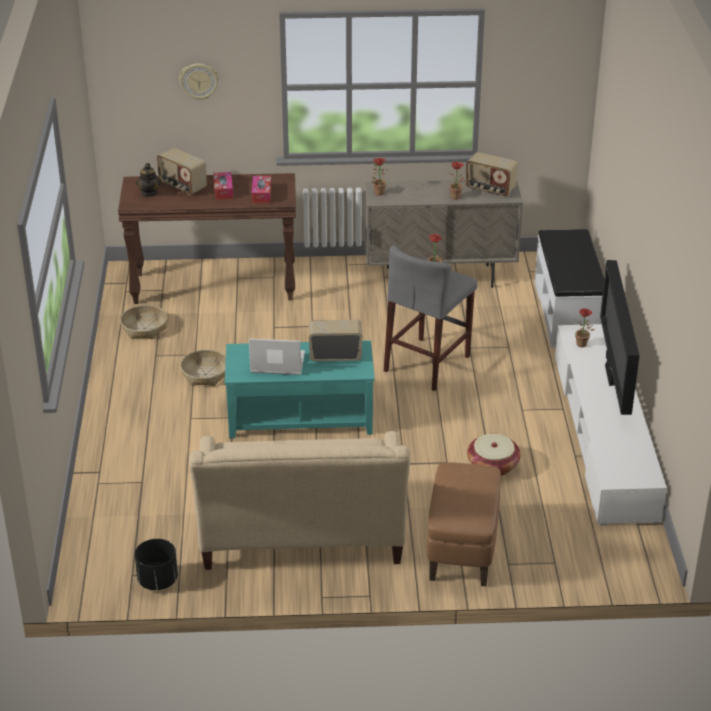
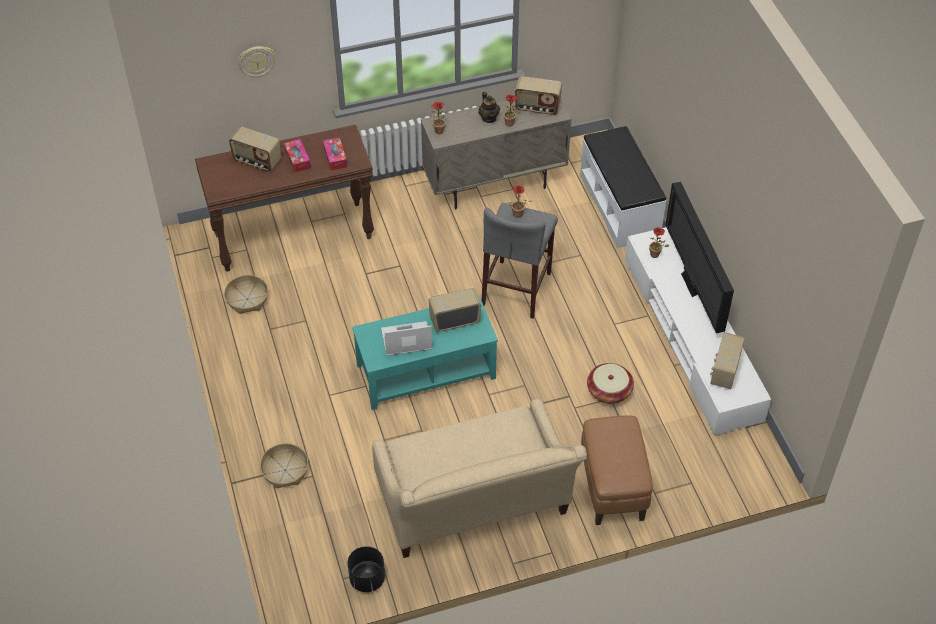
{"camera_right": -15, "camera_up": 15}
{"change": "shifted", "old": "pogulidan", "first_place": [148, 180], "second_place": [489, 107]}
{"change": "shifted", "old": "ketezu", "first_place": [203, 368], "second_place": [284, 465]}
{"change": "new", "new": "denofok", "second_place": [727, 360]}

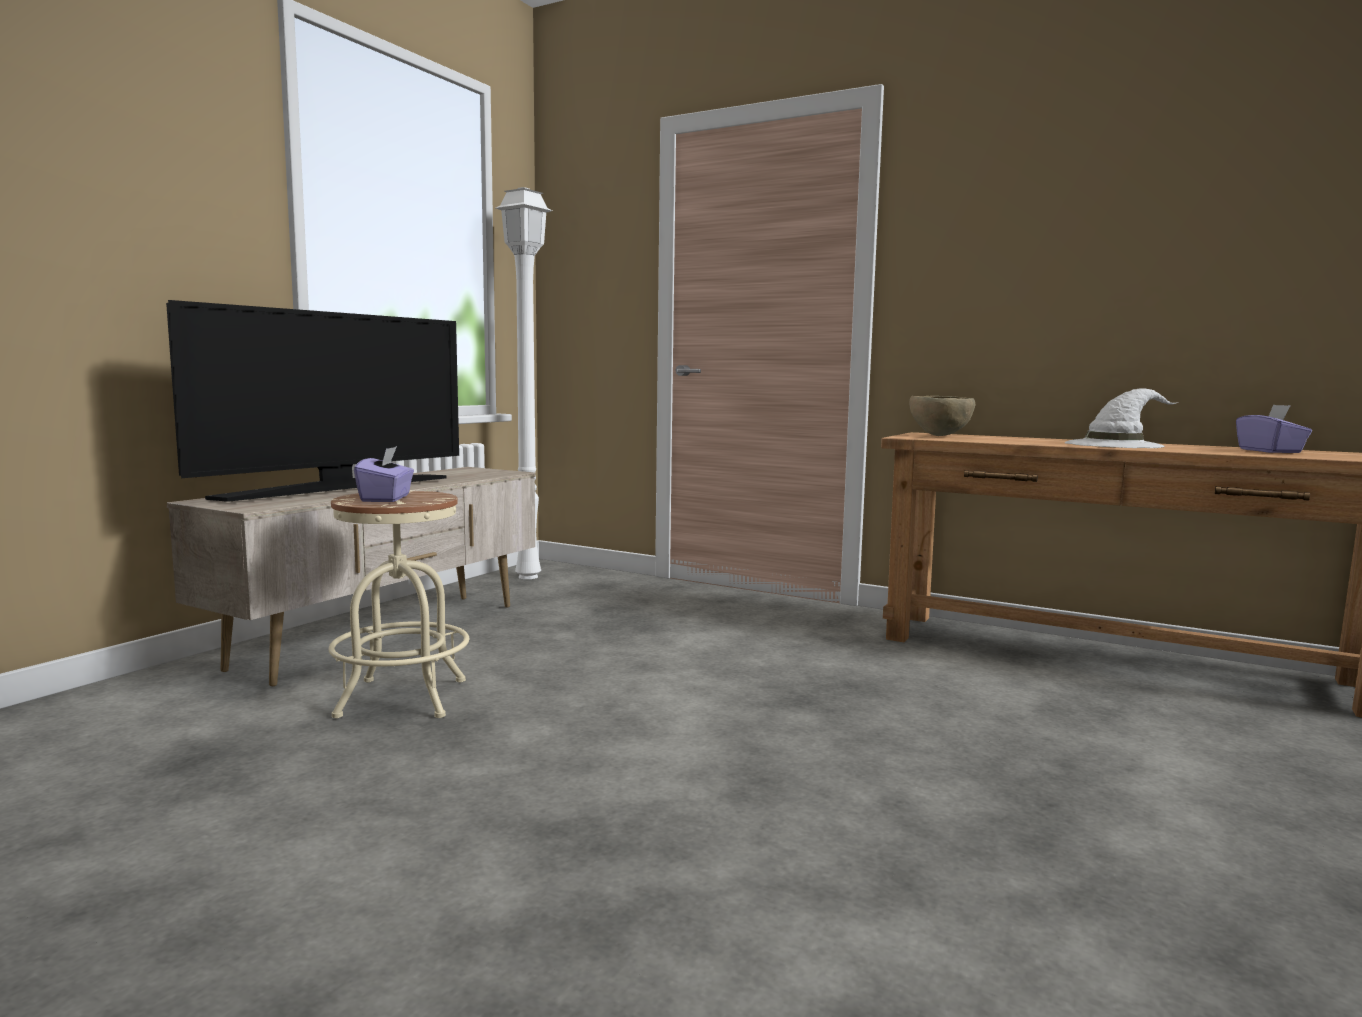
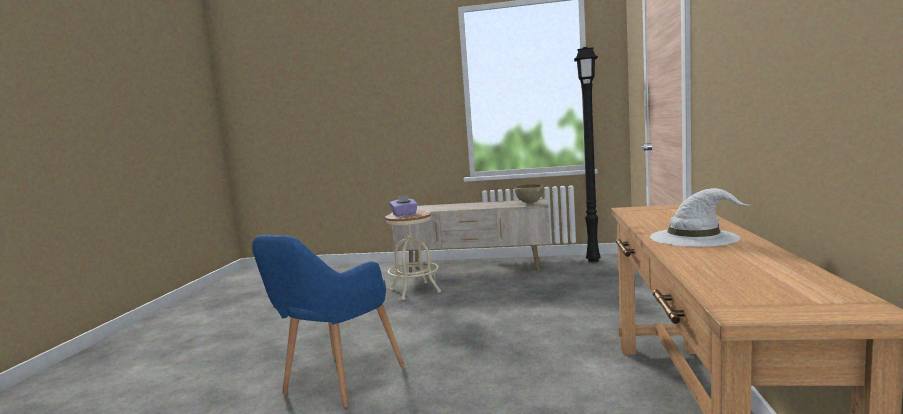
{"camera_right": 70, "camera_up": 0}
{"change": "gone", "old": "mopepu", "first_place": [312, 401]}
{"change": "repainted", "old": "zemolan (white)", "new": "zemolan (black)", "first_place": [524, 383], "second_place": [587, 154]}
{"change": "shifted", "old": "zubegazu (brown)", "first_place": [942, 416], "second_place": [529, 194]}
{"change": "gone", "old": "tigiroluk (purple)", "first_place": [1274, 429]}
{"change": "new", "new": "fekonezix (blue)", "second_place": [328, 321]}

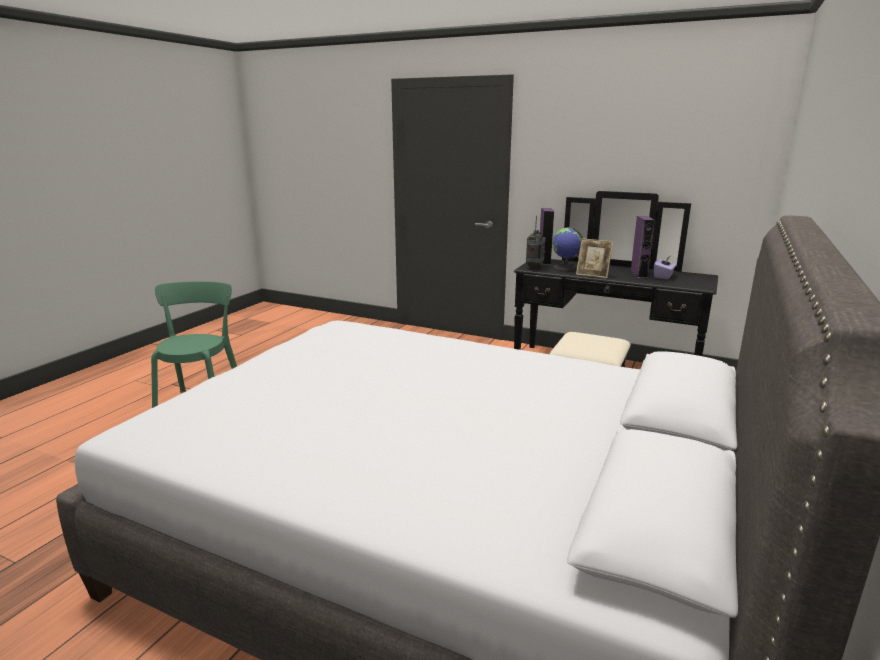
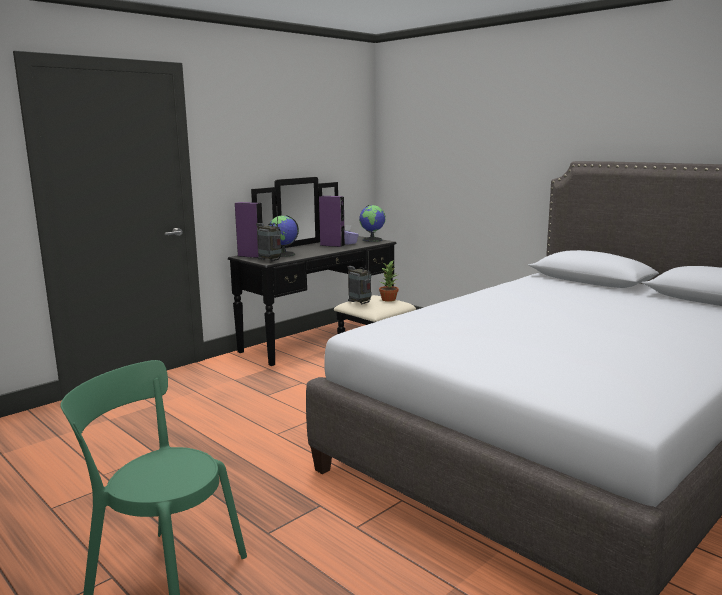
{"camera_right": -70, "camera_up": -5}
{"change": "gone", "old": "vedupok", "first_place": [594, 258]}
{"change": "new", "new": "denofok", "second_place": [359, 278]}
{"change": "new", "new": "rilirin", "second_place": [372, 223]}
{"change": "new", "new": "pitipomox", "second_place": [389, 281]}

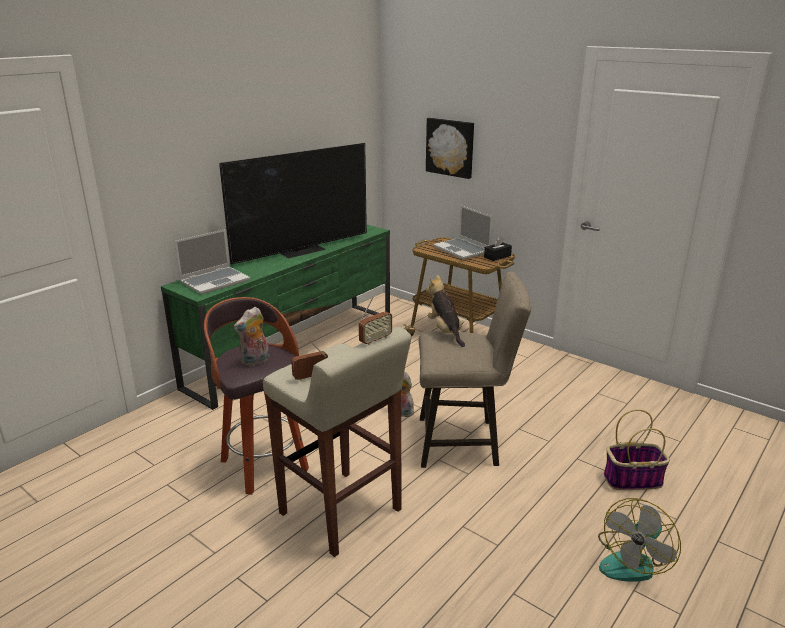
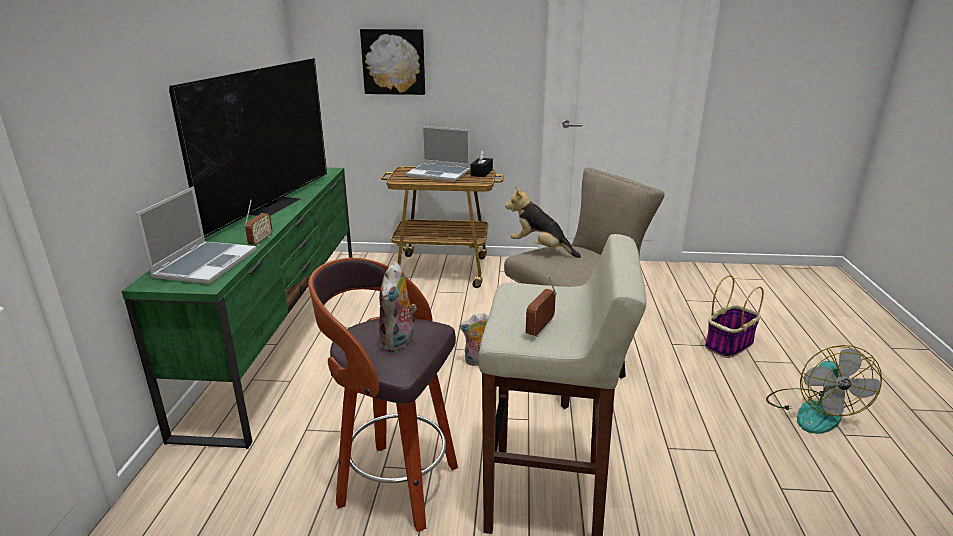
{"camera_right": -35, "camera_up": 0}
{"change": "shifted", "old": "denofok", "first_place": [375, 321], "second_place": [259, 223]}

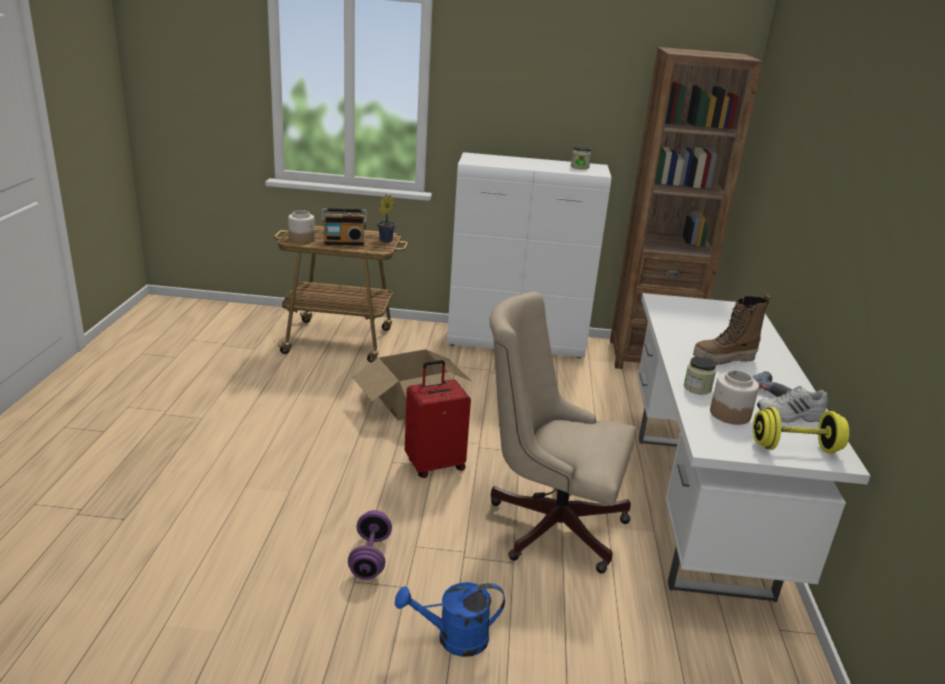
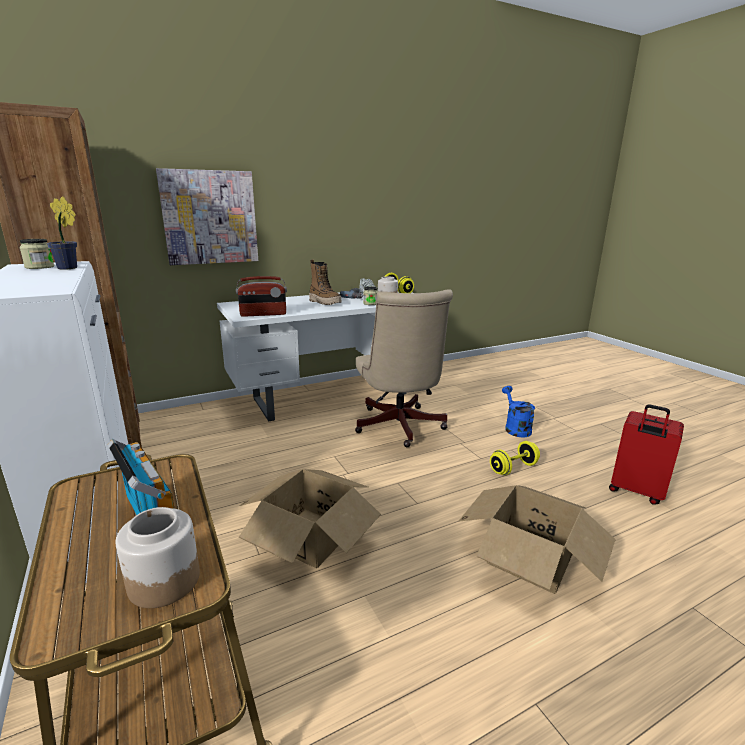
{"camera_right": -120, "camera_up": -5}
{"change": "repainted", "old": "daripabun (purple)", "new": "daripabun (yellow)", "first_place": [370, 545], "second_place": [515, 458]}
{"change": "shifted", "old": "pitipomox", "first_place": [386, 219], "second_place": [62, 233]}
{"change": "rotated", "old": "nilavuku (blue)", "first_place": [450, 619], "second_place": [518, 412], "degrees": -150}
{"change": "shifted", "old": "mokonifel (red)", "first_place": [438, 419], "second_place": [646, 454]}
{"change": "new", "new": "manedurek", "second_place": [207, 216]}
{"change": "new", "new": "denofok", "second_place": [261, 296]}
{"change": "new", "new": "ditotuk", "second_place": [537, 539]}

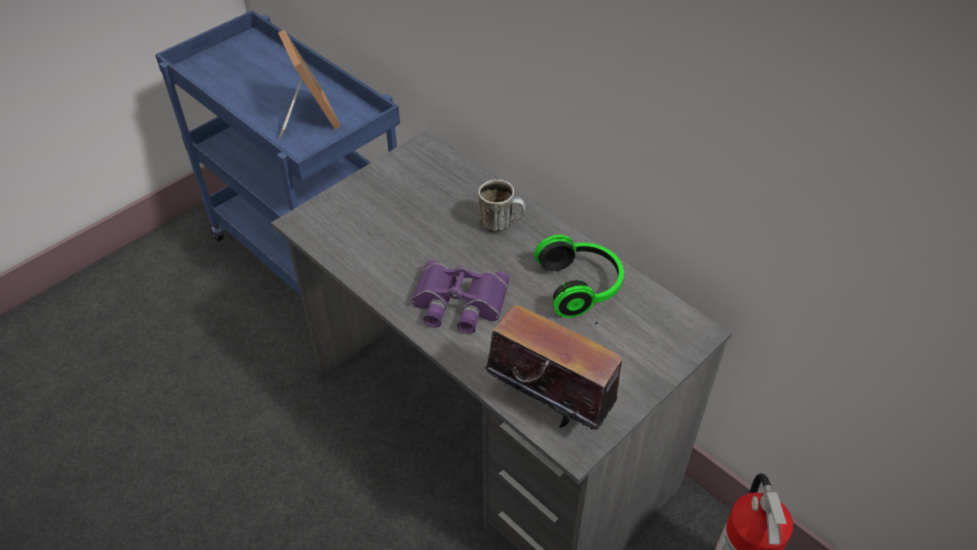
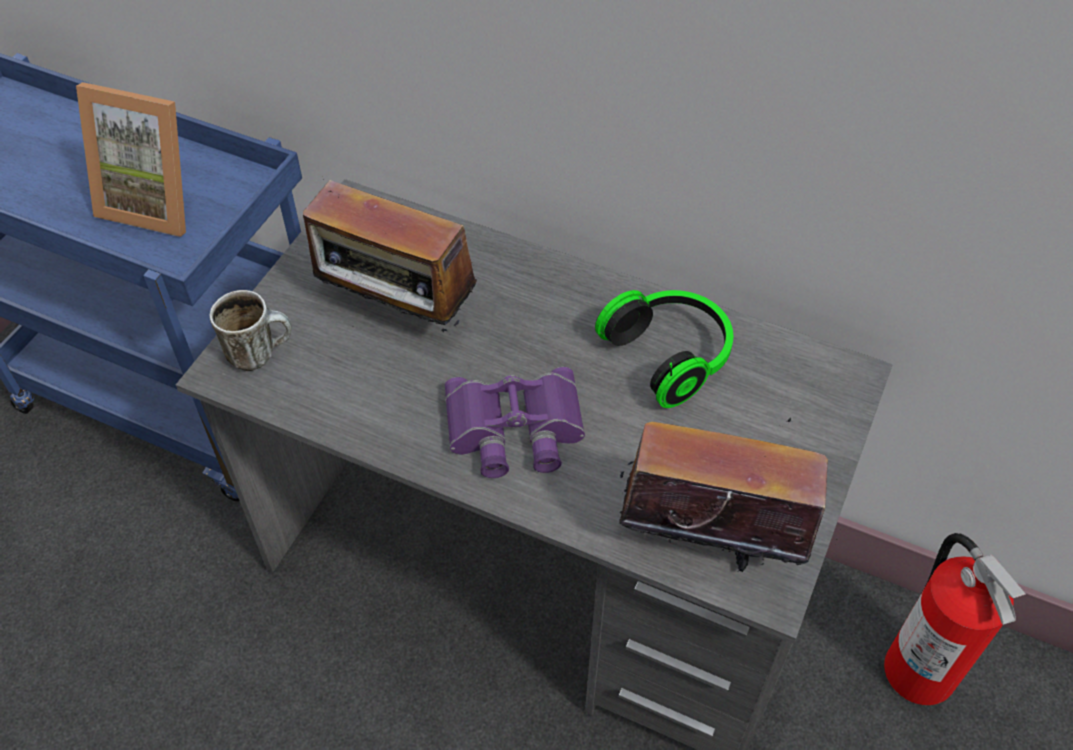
{"camera_right": -20, "camera_up": 5}
{"change": "rotated", "old": "vedupok", "first_place": [309, 84], "second_place": [131, 159], "degrees": 150}
{"change": "shifted", "old": "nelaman", "first_place": [502, 206], "second_place": [250, 330]}
{"change": "new", "new": "denofok", "second_place": [390, 255]}

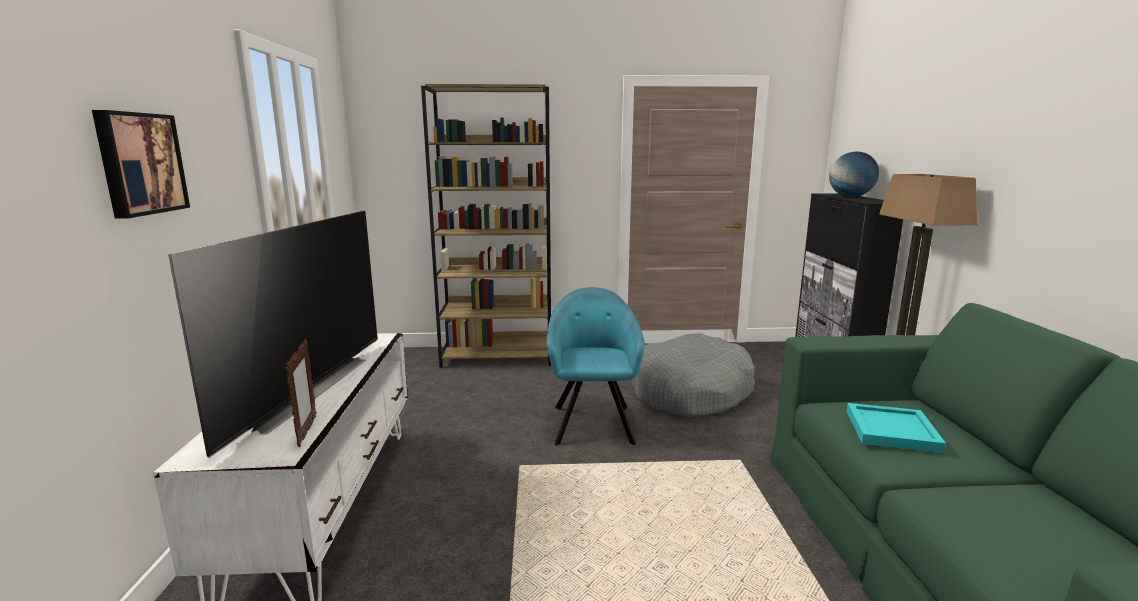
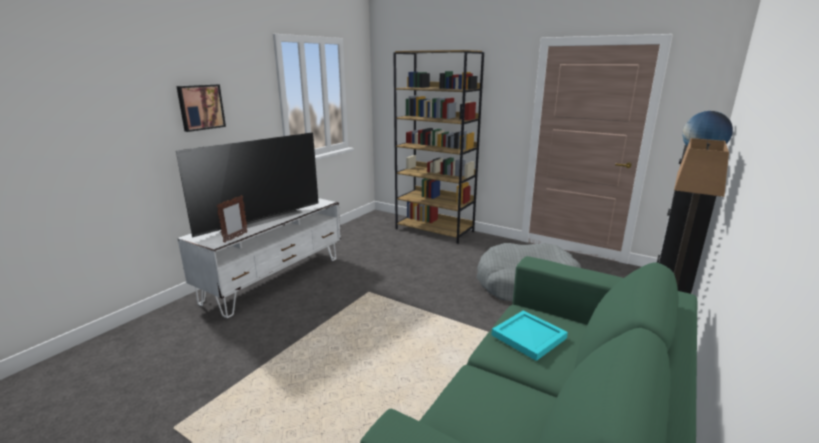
{"camera_right": 35, "camera_up": 5}
{"change": "gone", "old": "fekonezix (turquoise)", "first_place": [596, 366]}

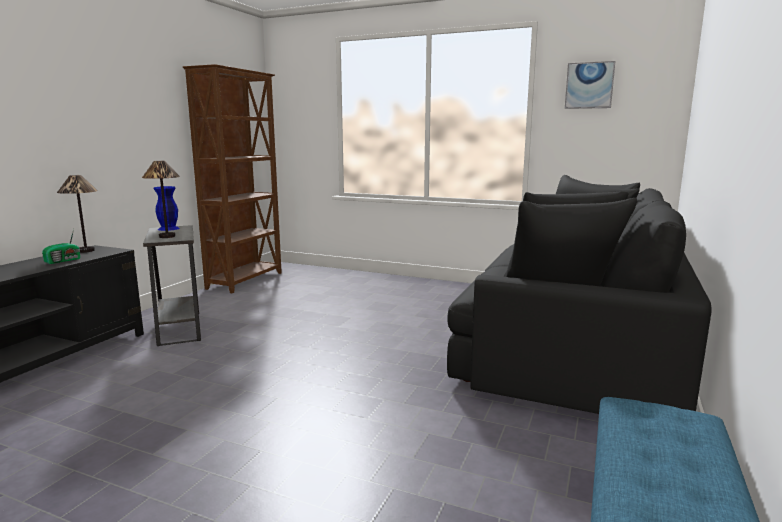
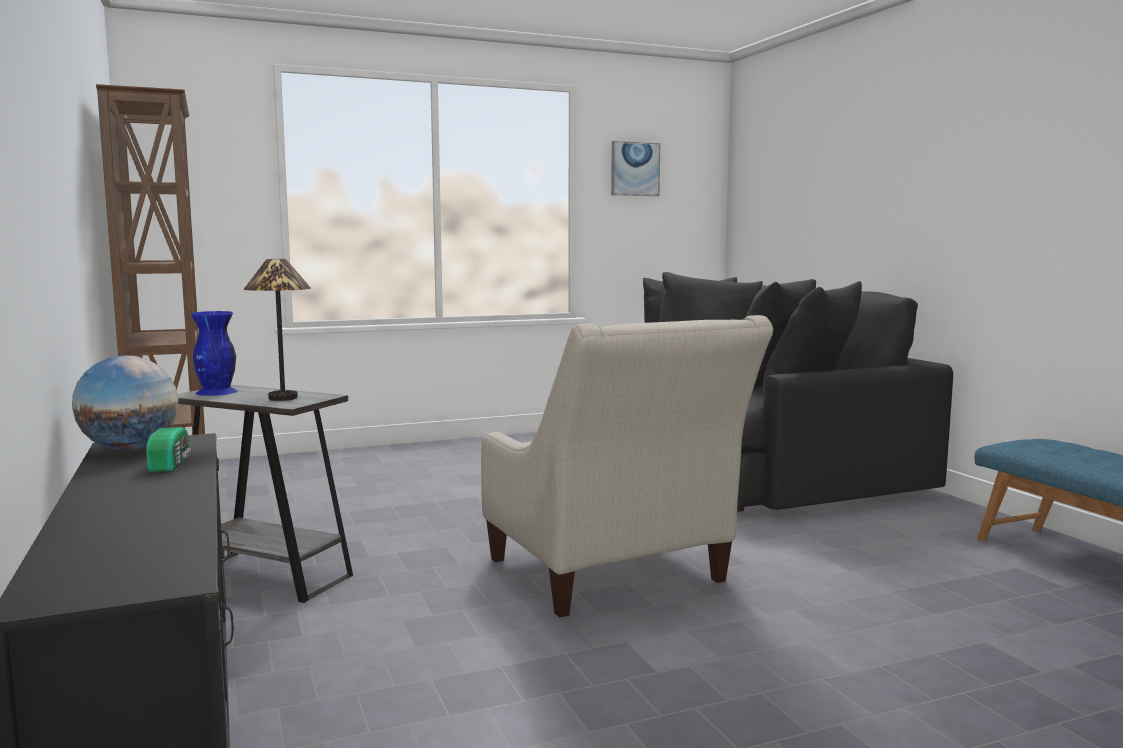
{"camera_right": -45, "camera_up": -5}
{"change": "swapped", "old": "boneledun", "new": "rilirin", "first_place": [77, 214], "second_place": [125, 403]}
{"change": "new", "new": "fekonezix (beige)", "second_place": [627, 466]}

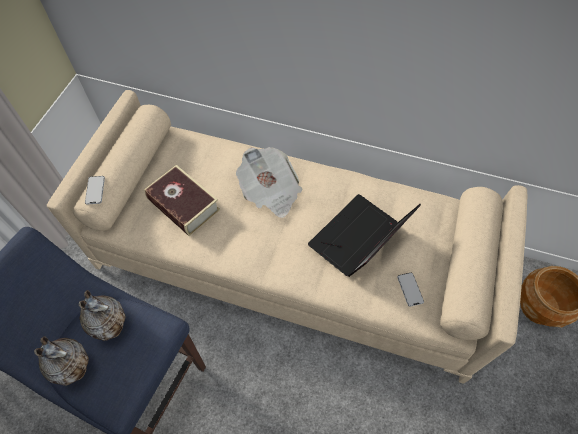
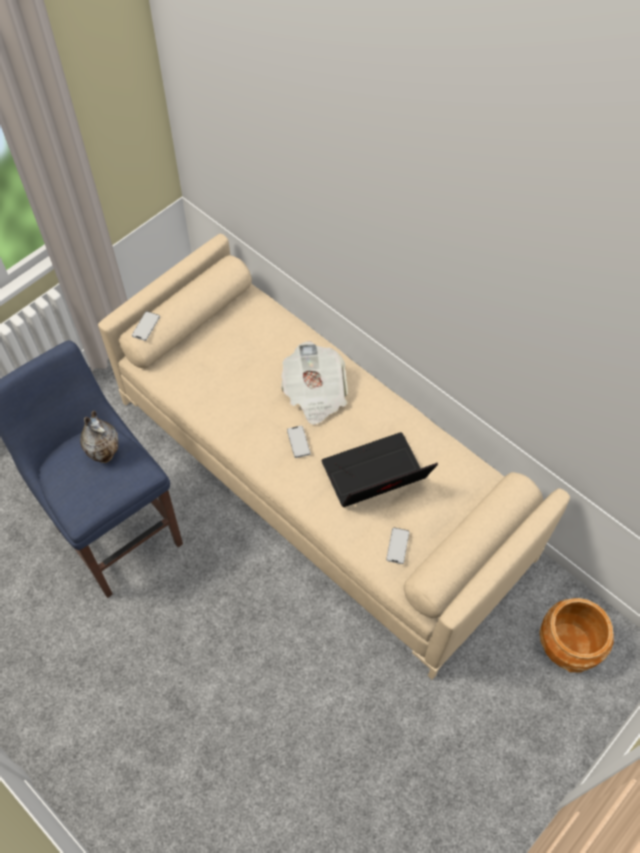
{"camera_right": 25, "camera_up": 0}
{"change": "gone", "old": "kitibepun", "first_place": [61, 361]}
{"change": "gone", "old": "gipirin", "first_place": [182, 200]}
{"change": "new", "new": "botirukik", "second_place": [299, 442]}

